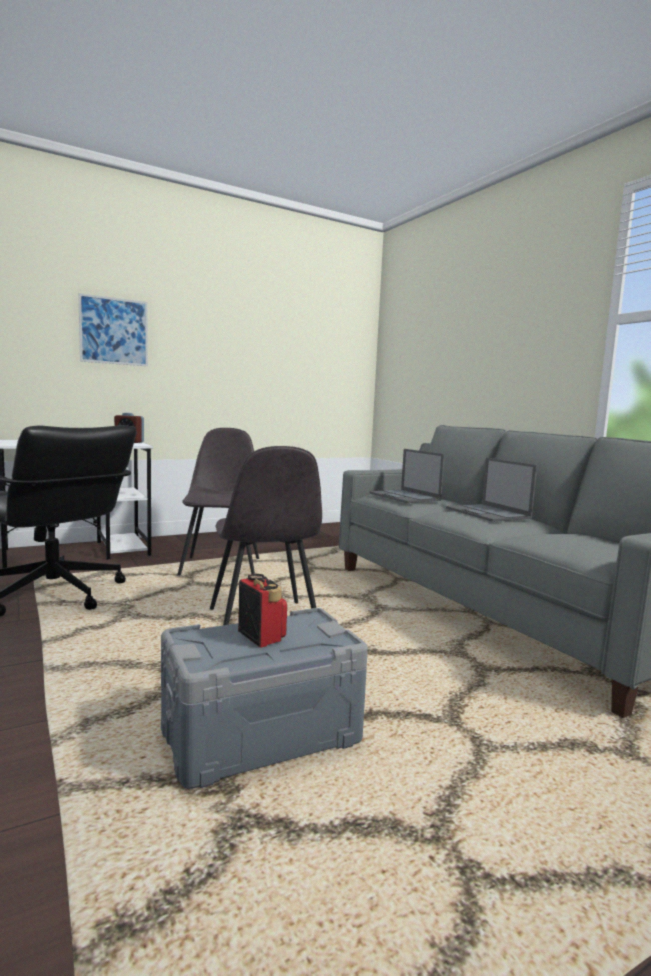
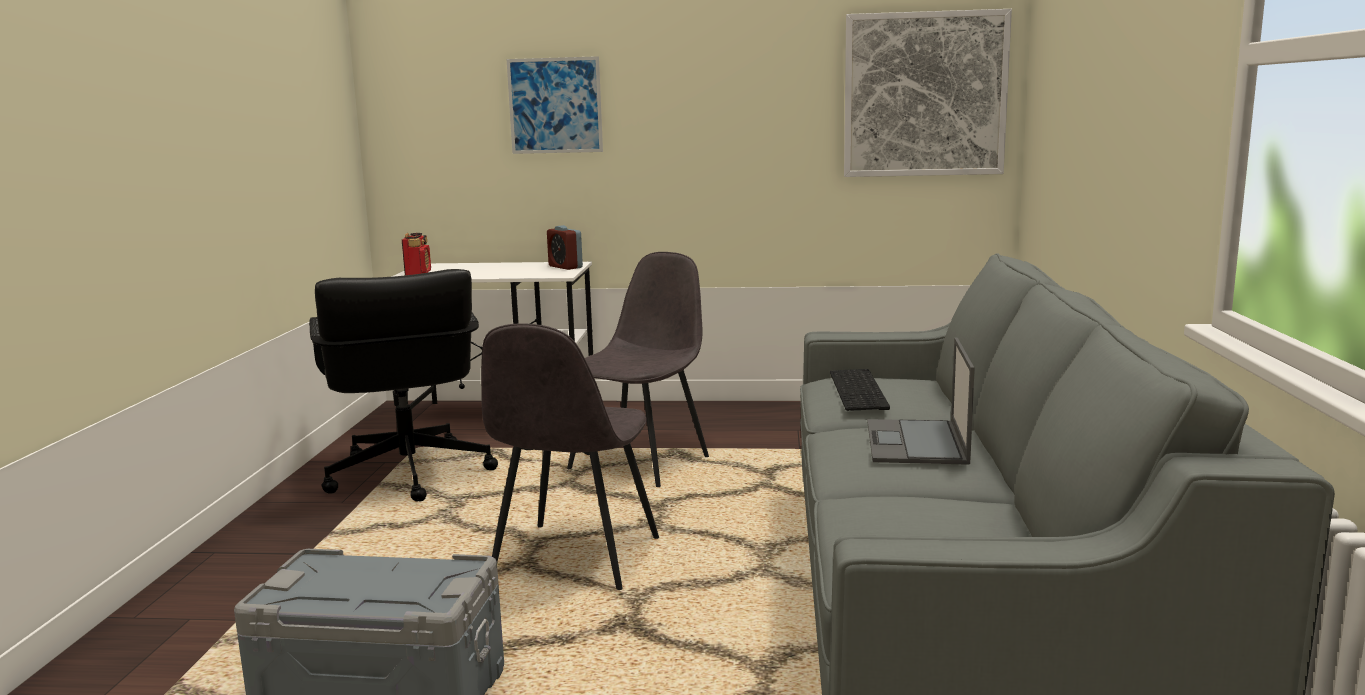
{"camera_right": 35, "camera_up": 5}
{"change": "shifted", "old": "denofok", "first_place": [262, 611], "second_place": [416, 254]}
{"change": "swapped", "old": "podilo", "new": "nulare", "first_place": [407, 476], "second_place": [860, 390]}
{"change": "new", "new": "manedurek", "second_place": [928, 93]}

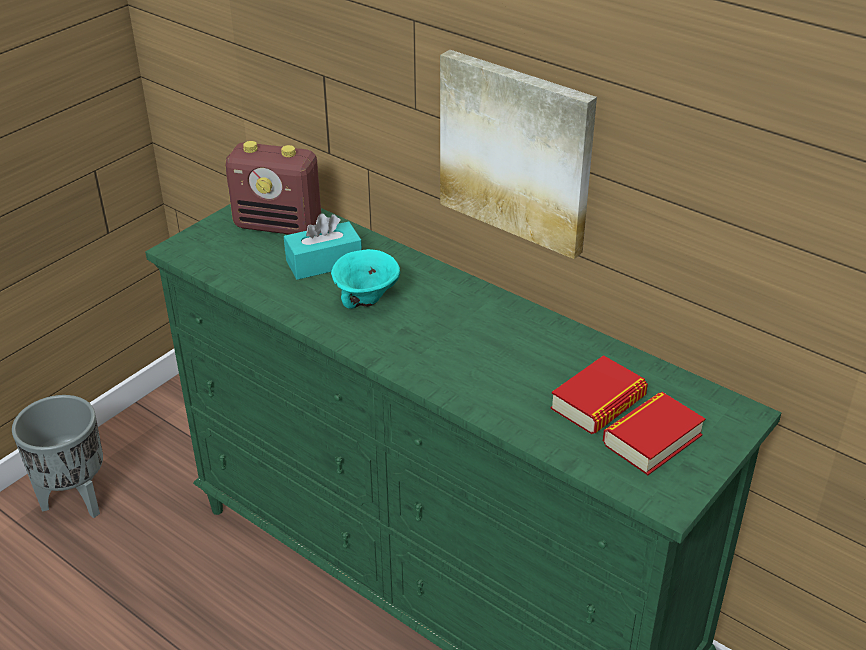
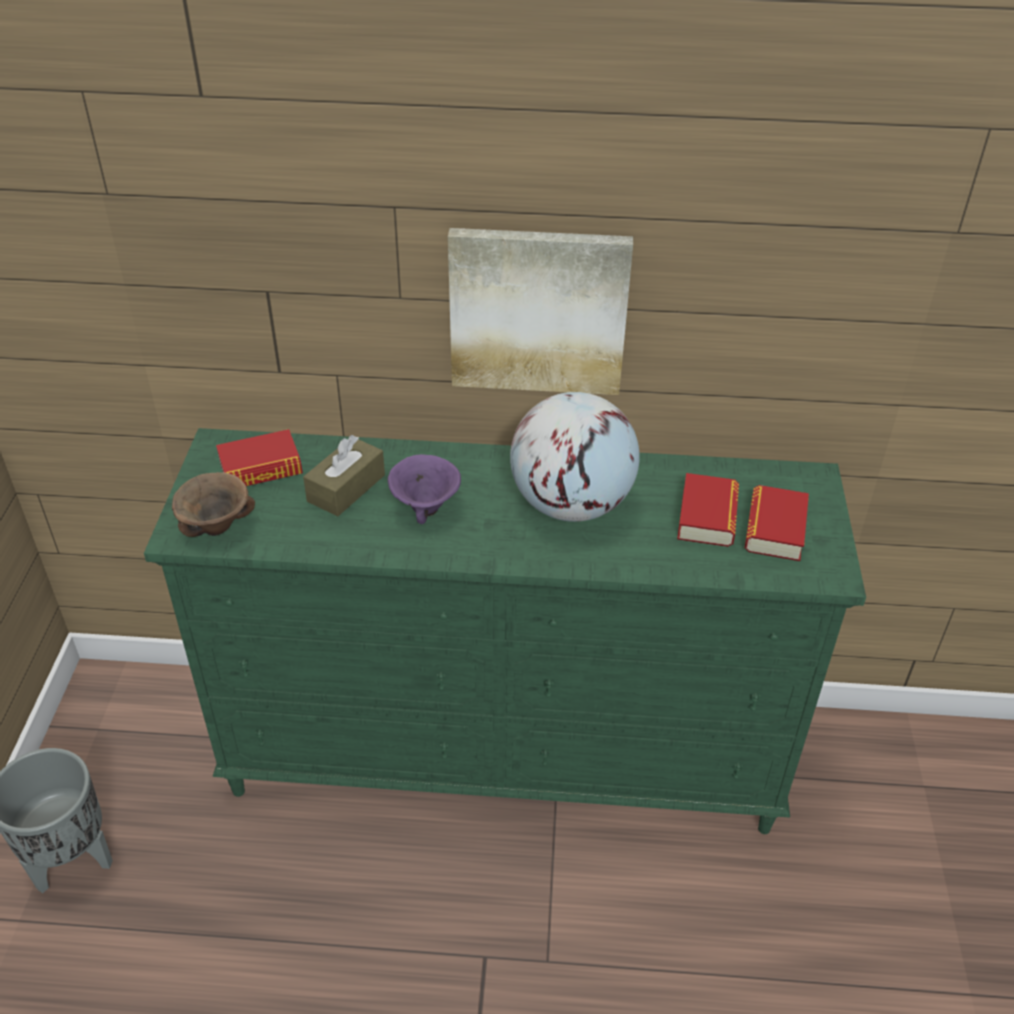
{"camera_right": -35, "camera_up": 5}
{"change": "swapped", "old": "denofok", "new": "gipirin", "first_place": [273, 187], "second_place": [259, 457]}
{"change": "repainted", "old": "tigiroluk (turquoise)", "new": "tigiroluk (brown)", "first_place": [323, 246], "second_place": [344, 475]}
{"change": "repainted", "old": "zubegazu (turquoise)", "new": "zubegazu (purple)", "first_place": [365, 279], "second_place": [424, 489]}
{"change": "new", "new": "zubegazu (brown)", "second_place": [213, 504]}
{"change": "new", "new": "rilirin", "second_place": [575, 457]}

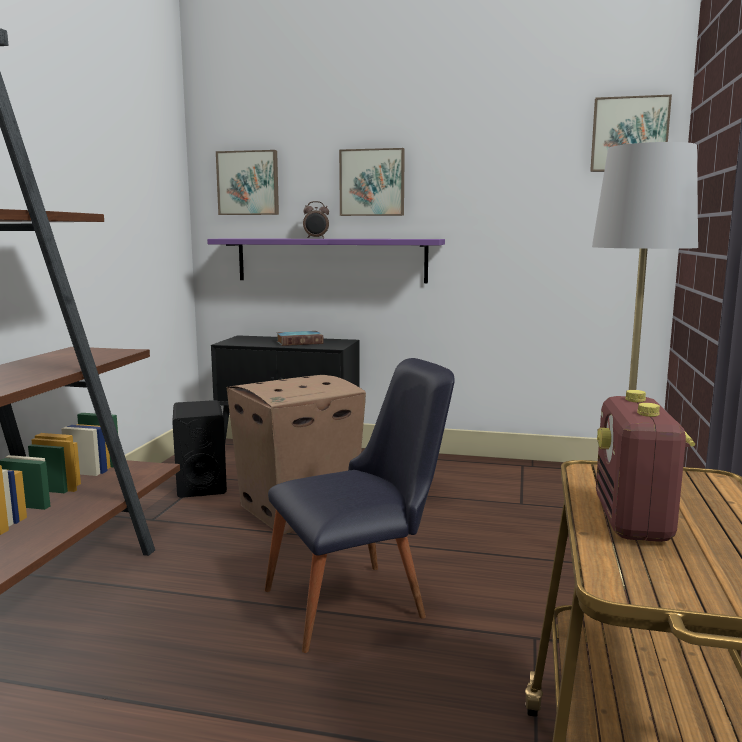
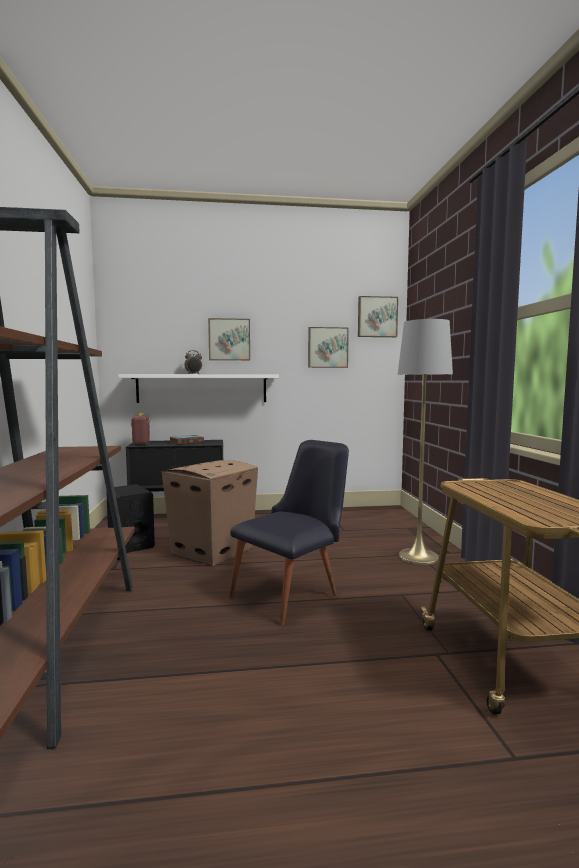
{"camera_right": -20, "camera_up": -5}
{"change": "repainted", "old": "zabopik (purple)", "new": "zabopik (white)", "first_place": [326, 260], "second_place": [198, 388]}
{"change": "shifted", "old": "manedurek", "first_place": [247, 182], "second_place": [328, 347]}
{"change": "shifted", "old": "denofok", "first_place": [645, 466], "second_place": [141, 428]}

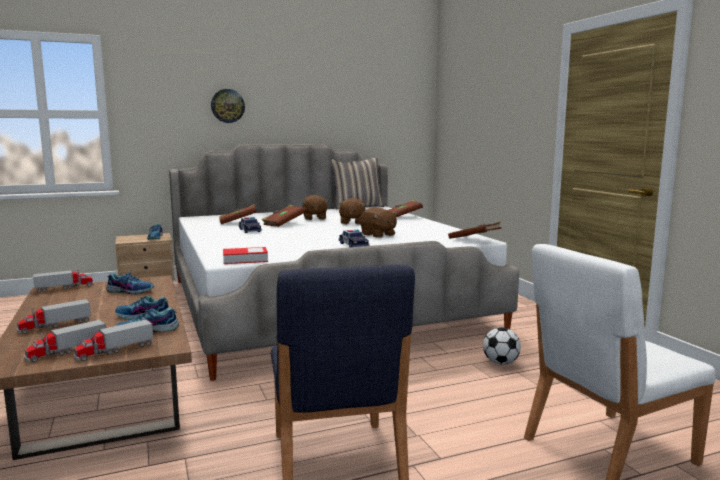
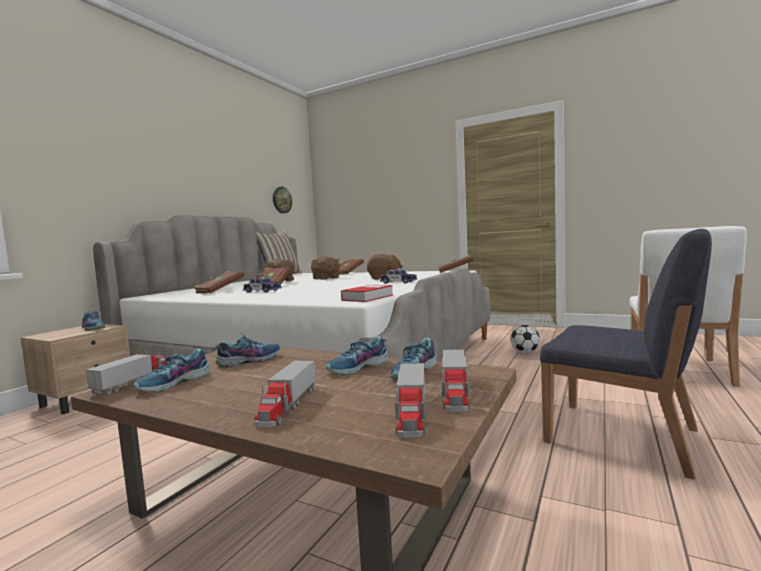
{"camera_right": -40, "camera_up": -5}
{"change": "shifted", "old": "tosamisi", "first_place": [228, 106], "second_place": [282, 200]}
{"change": "new", "new": "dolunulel", "second_place": [171, 370]}

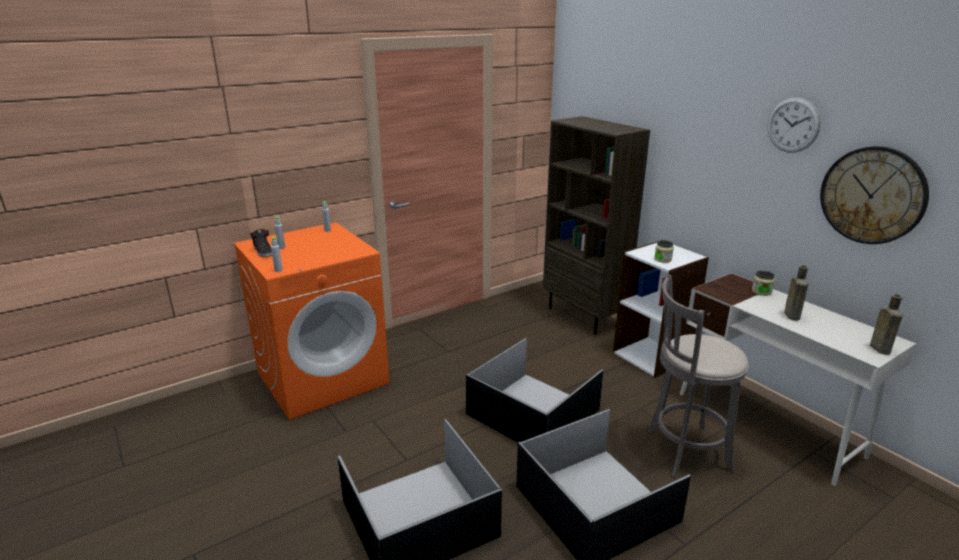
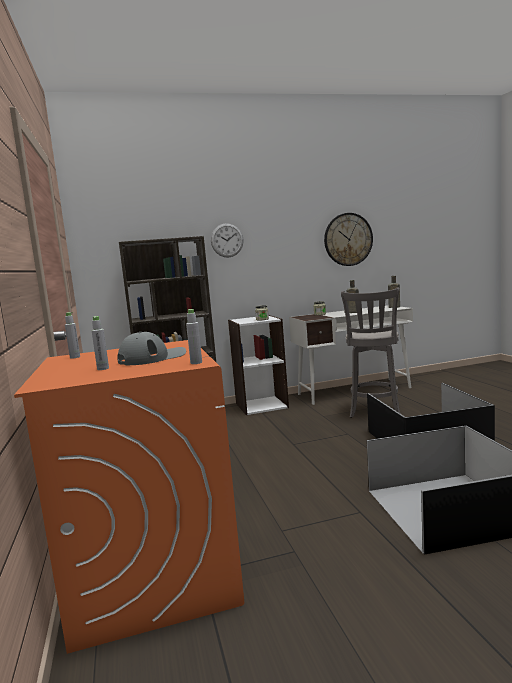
{"camera_right": -70, "camera_up": -15}
{"change": "gone", "old": "dolunulel (black)", "first_place": [261, 243]}
{"change": "gone", "old": "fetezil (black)", "first_place": [535, 390]}
{"change": "shifted", "old": "tosamisi", "first_place": [794, 125], "second_place": [227, 240]}
{"change": "new", "new": "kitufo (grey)", "second_place": [151, 348]}

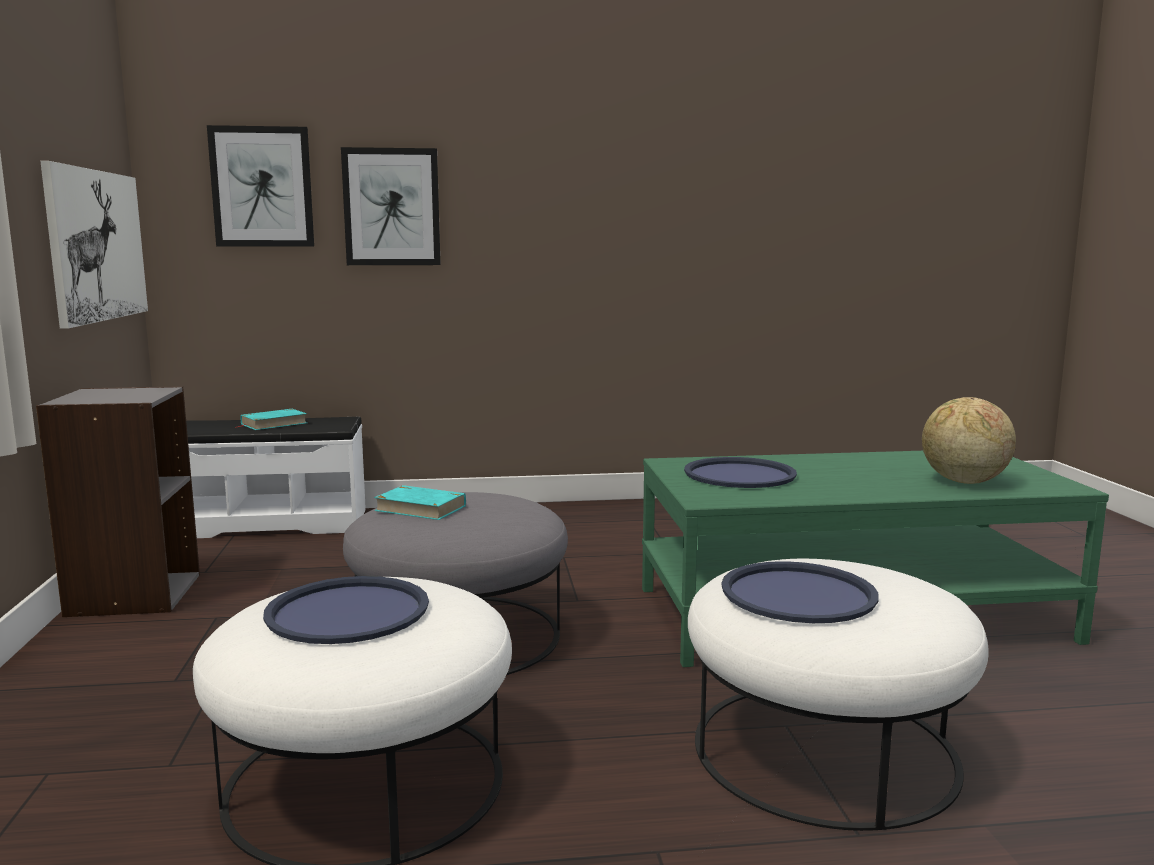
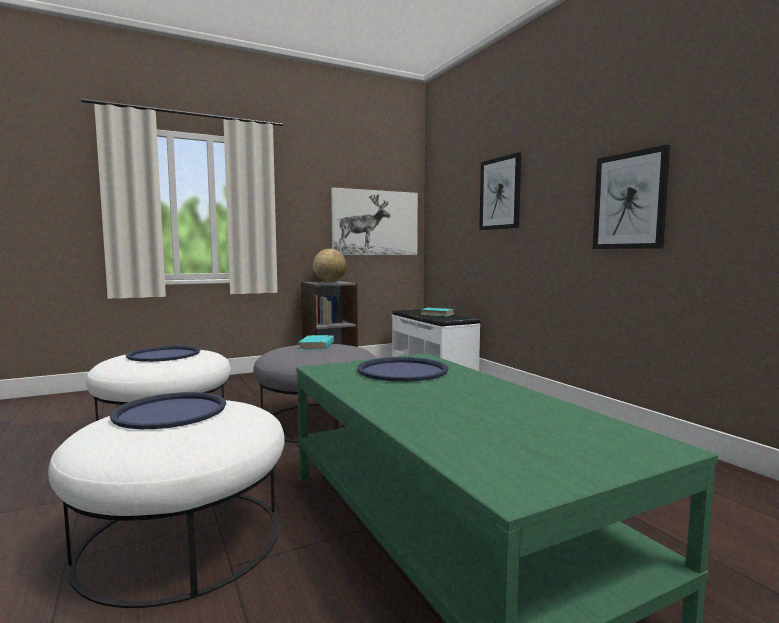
{"camera_right": 70, "camera_up": -5}
{"change": "shifted", "old": "manedurek", "first_place": [260, 185], "second_place": [631, 197]}
{"change": "shifted", "old": "rilirin", "first_place": [969, 440], "second_place": [329, 265]}

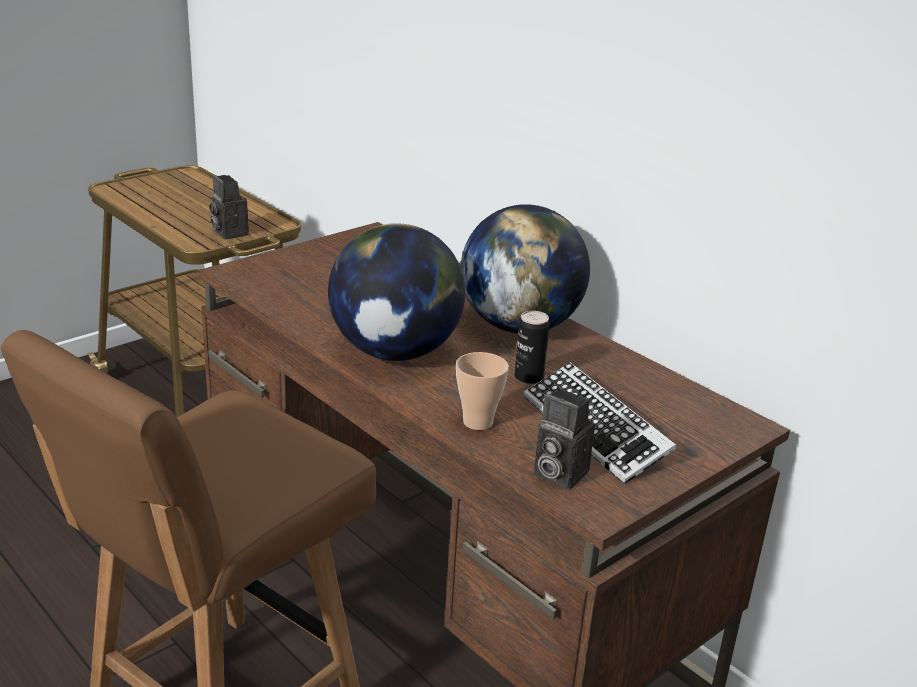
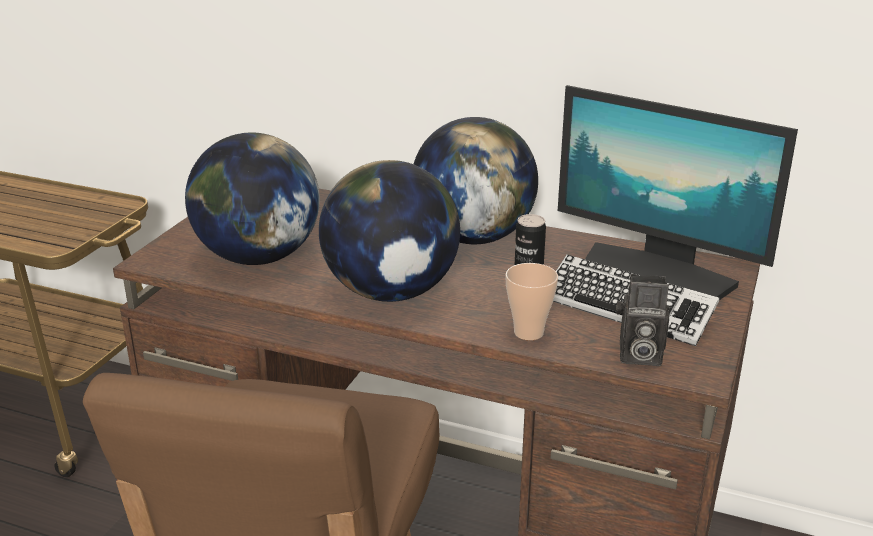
{"camera_right": -25, "camera_up": 0}
{"change": "gone", "old": "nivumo", "first_place": [229, 207]}
{"change": "new", "new": "rilirin", "second_place": [252, 199]}
{"change": "new", "new": "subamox", "second_place": [678, 192]}

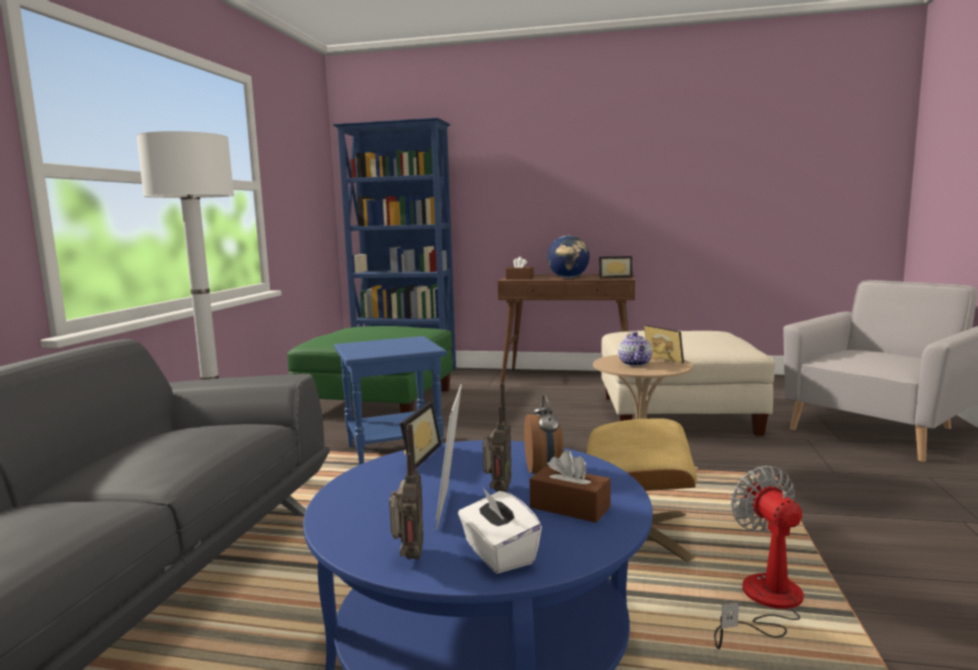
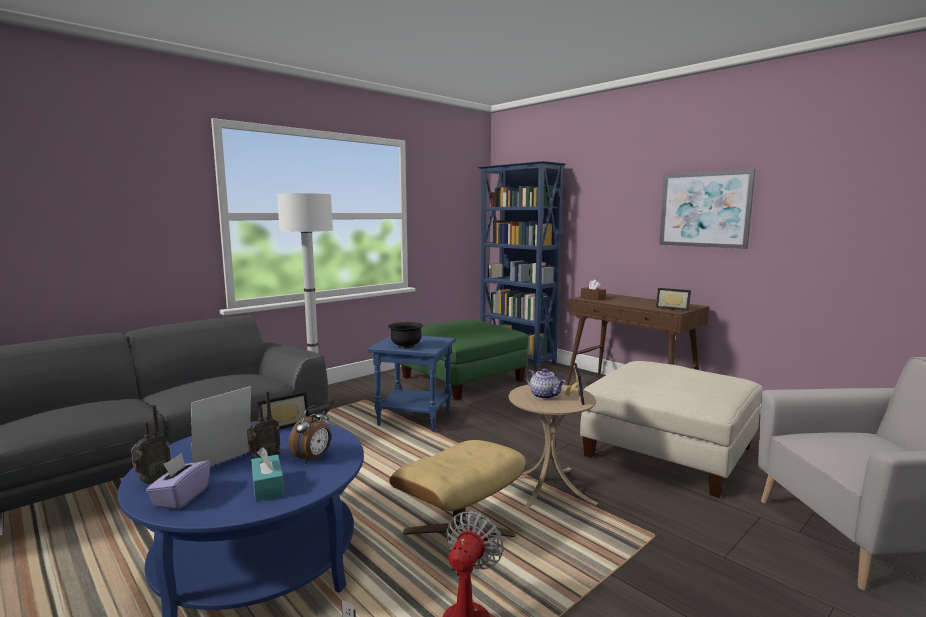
{"camera_right": 35, "camera_up": 0}
{"change": "repainted", "old": "tigiroluk (white)", "new": "tigiroluk (purple)", "first_place": [500, 530], "second_place": [178, 481]}
{"change": "repainted", "old": "tigiroluk (brown)", "new": "tigiroluk (turquoise)", "first_place": [570, 486], "second_place": [267, 474]}
{"change": "gone", "old": "rilirin", "first_place": [568, 257]}
{"change": "rotated", "old": "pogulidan", "first_place": [635, 349], "second_place": [545, 383], "degrees": -75}
{"change": "new", "new": "zubegazu (black)", "second_place": [405, 335]}
{"change": "new", "new": "manedurek", "second_place": [707, 209]}

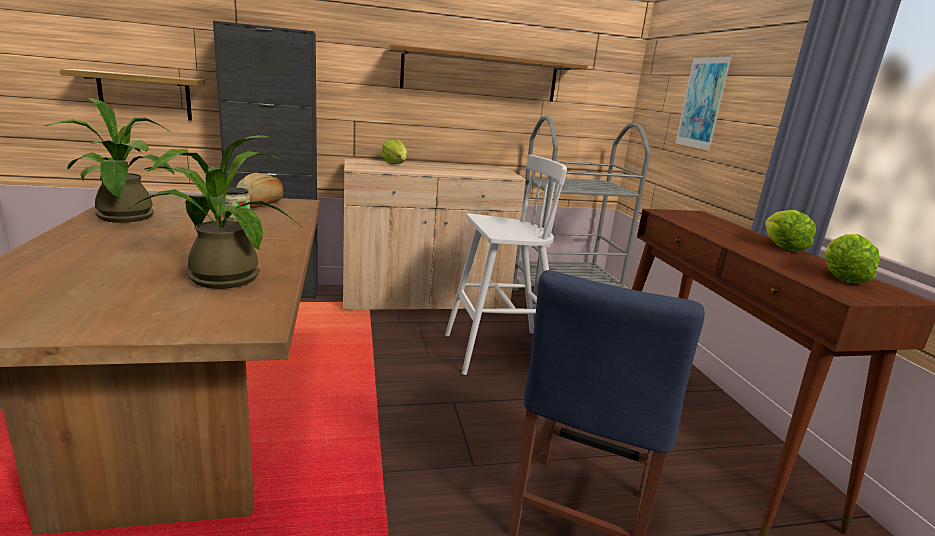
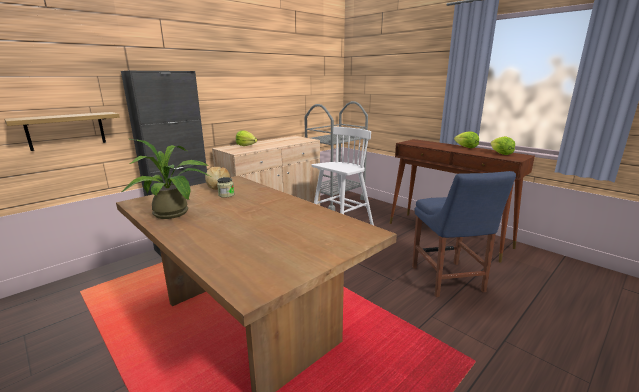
{"camera_right": -30, "camera_up": 0}
{"change": "gone", "old": "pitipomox", "first_place": [214, 212]}
{"change": "gone", "old": "zabopik", "first_place": [487, 73]}
{"change": "gone", "old": "manedurek", "first_place": [703, 103]}

